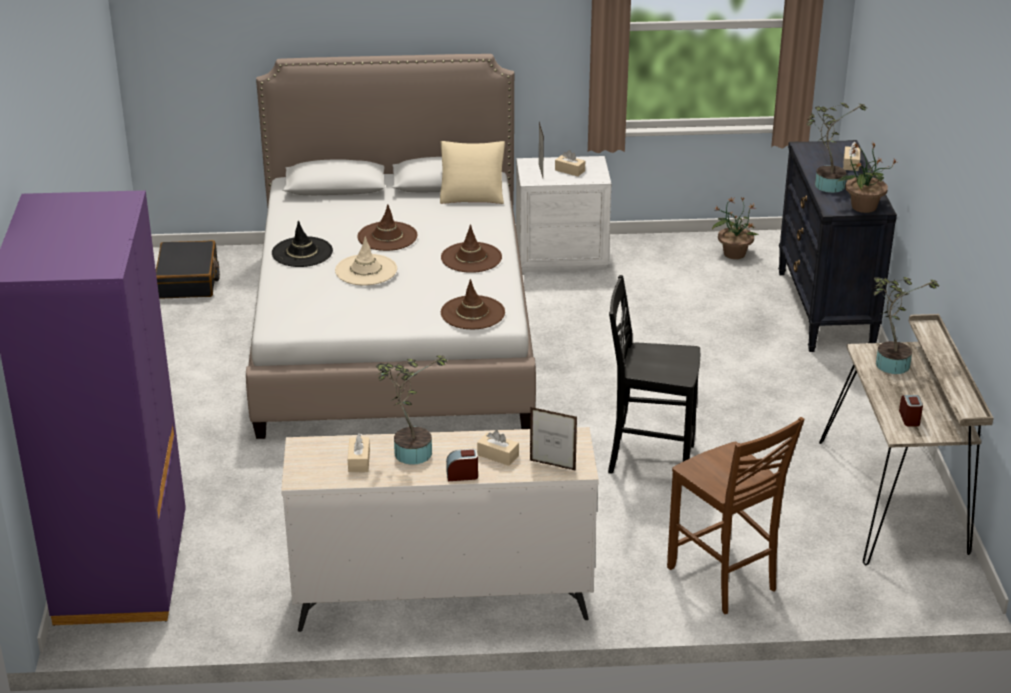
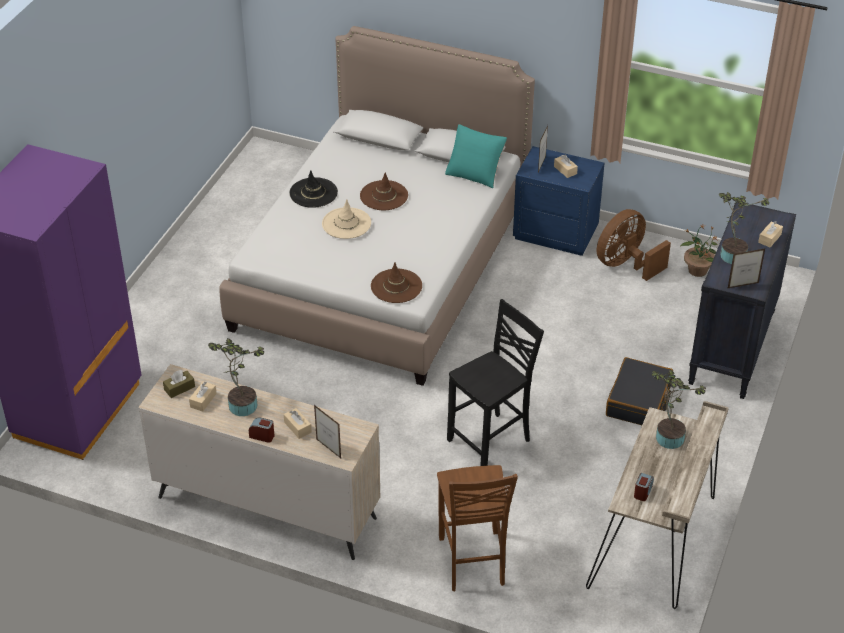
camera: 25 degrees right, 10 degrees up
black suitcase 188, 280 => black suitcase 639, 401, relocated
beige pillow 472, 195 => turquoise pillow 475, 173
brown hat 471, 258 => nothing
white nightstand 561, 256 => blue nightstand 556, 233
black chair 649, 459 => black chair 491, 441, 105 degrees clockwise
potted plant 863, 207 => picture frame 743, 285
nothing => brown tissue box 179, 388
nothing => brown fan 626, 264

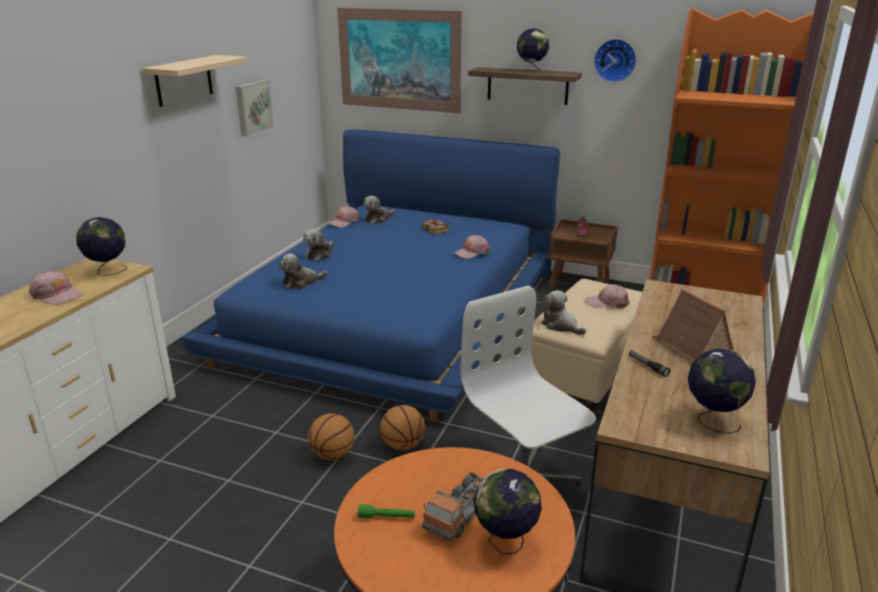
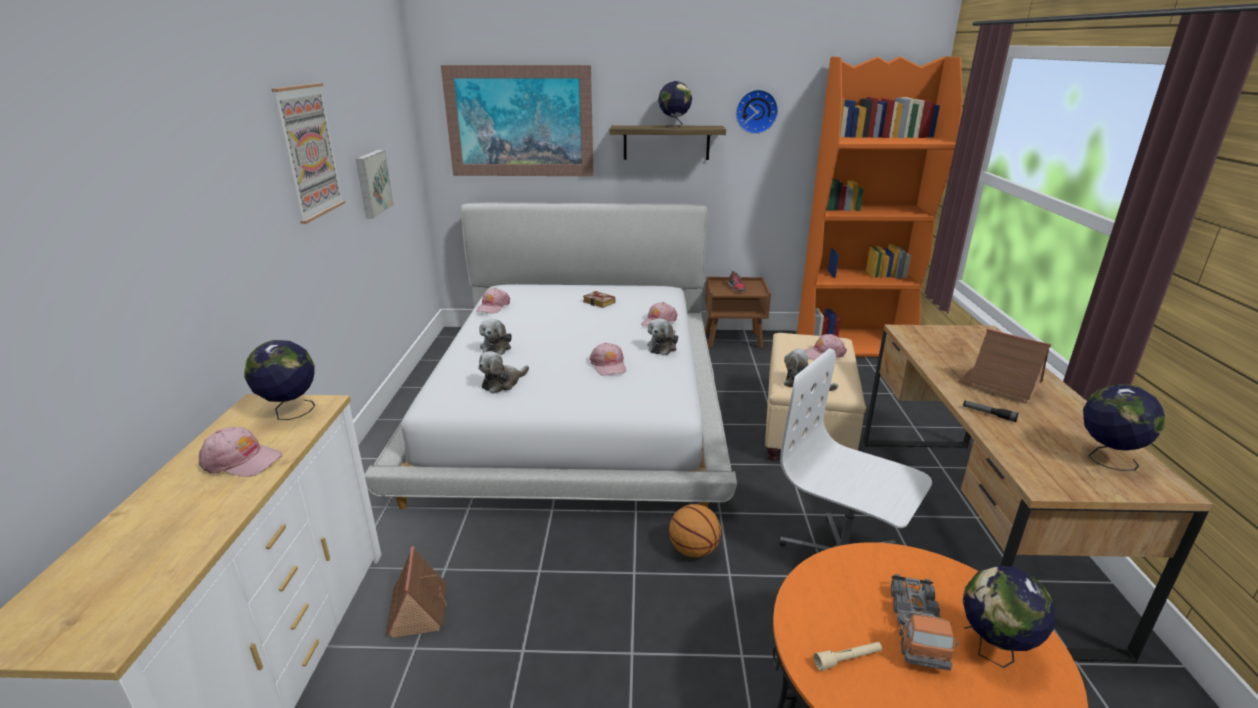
camera: 20 degrees left, 0 degrees up
beige shelf 184, 80 => picture 309, 151
blue bed 394, 313 => white bed 574, 400
basketball 332, 454 => nothing
green flashlight 386, 517 => beige flashlight 847, 659
plush toy 378, 219 => plush toy 663, 347, relocated
nothing => toy house 418, 609
nothing => pink cap 609, 365

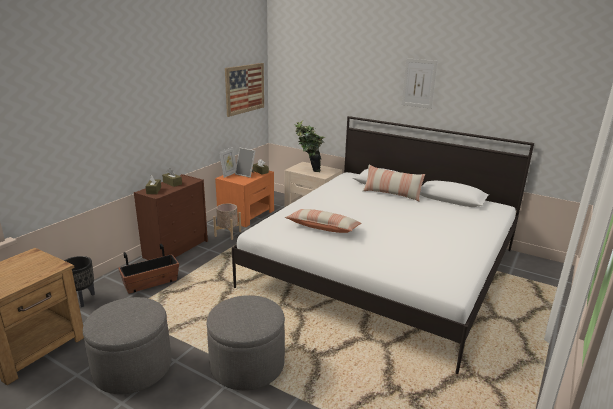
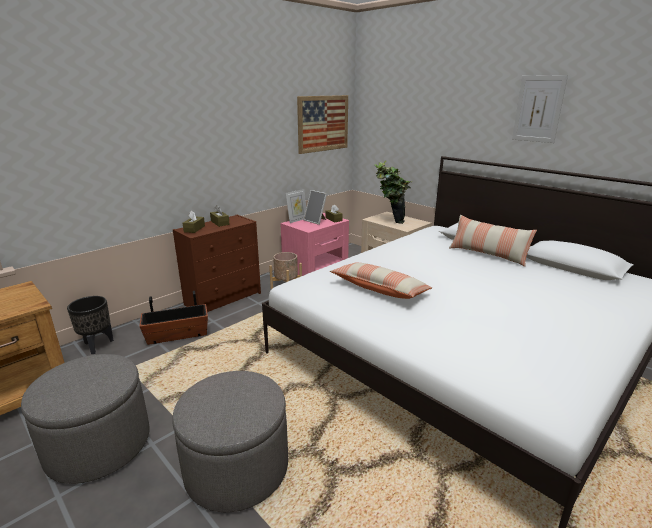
camera: 15 degrees right, 0 degrees up
orange nightstand 246, 214 => pink nightstand 316, 267

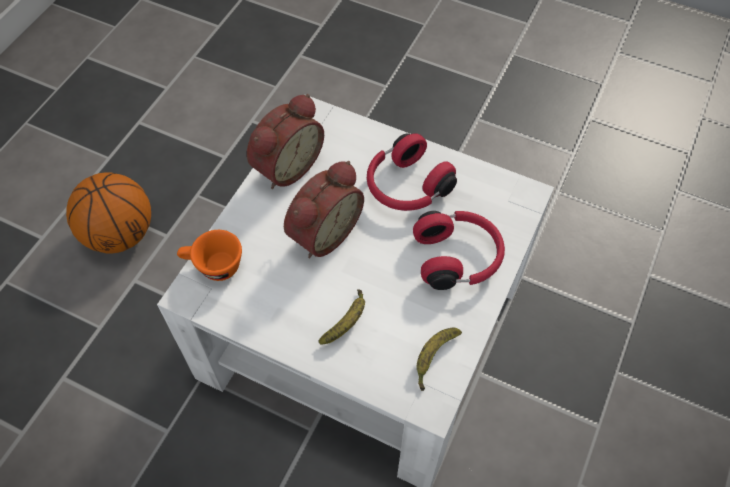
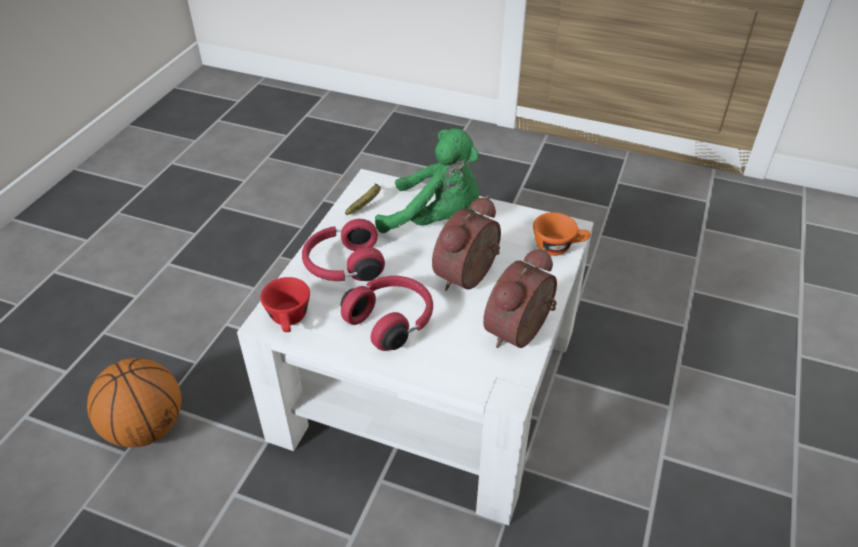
camera: 175 degrees right, 15 degrees down
basketball 120, 235 => basketball 146, 428, relocated
banana 347, 322 => green plush toy 436, 220
nothing => red cup 289, 320

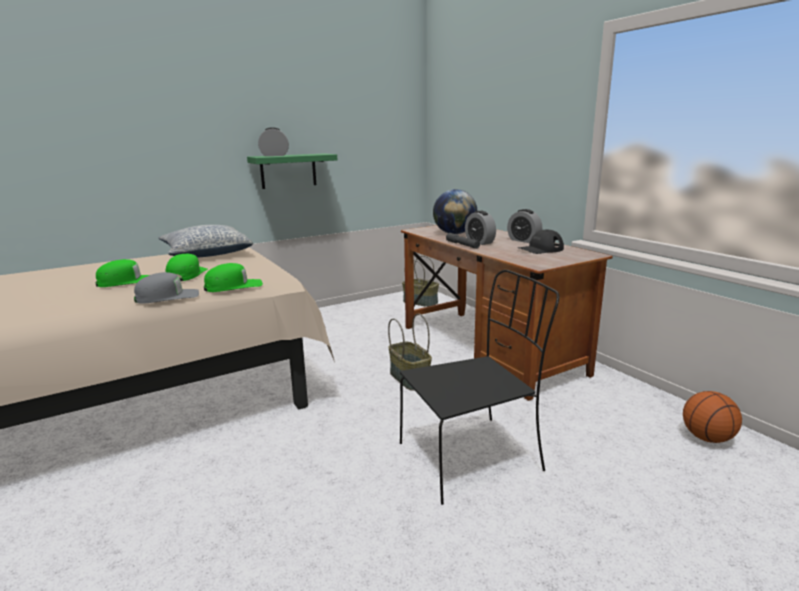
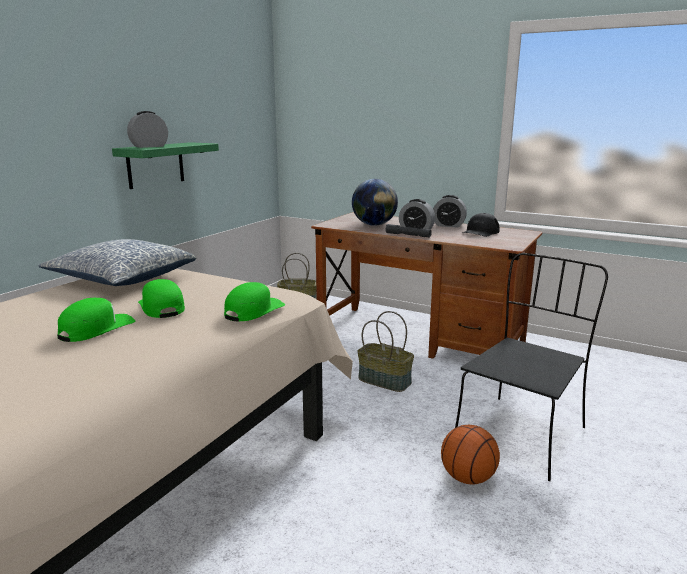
camera: 30 degrees left, 0 degrees up
grey cap 167, 297 => nothing
basketball 707, 438 => basketball 467, 478, relocated

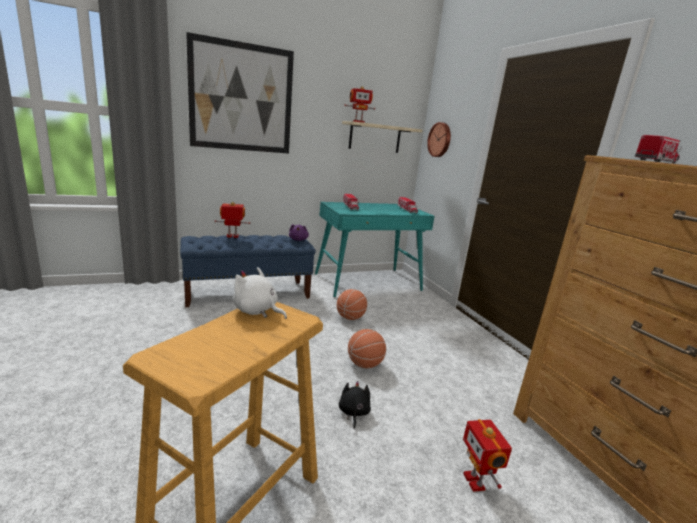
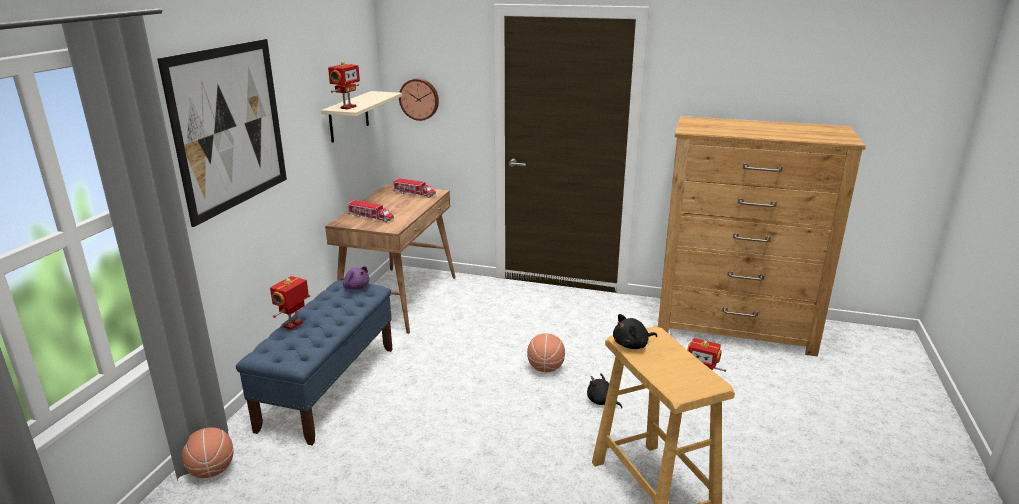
camera: 50 degrees left, 5 degrees up
white plush toy 257, 311 => black plush toy 632, 345
turquoise desk 368, 282 => brown desk 398, 298
basketball 350, 317 => basketball 212, 470, relocated
toy truck 656, 161 => nothing

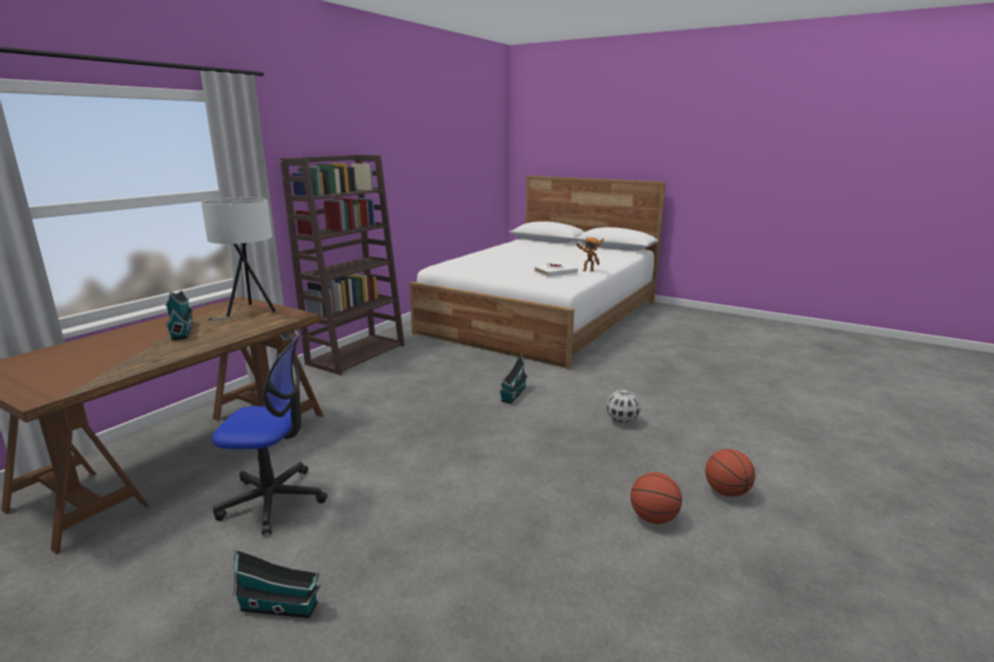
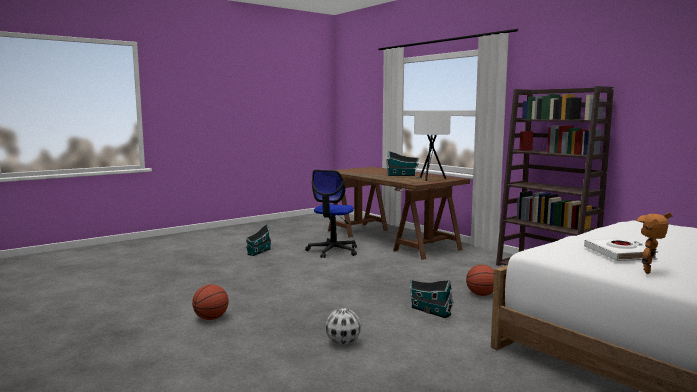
camera: 110 degrees right, 10 degrees down
basketball 727, 492 => basketball 481, 295, relocated

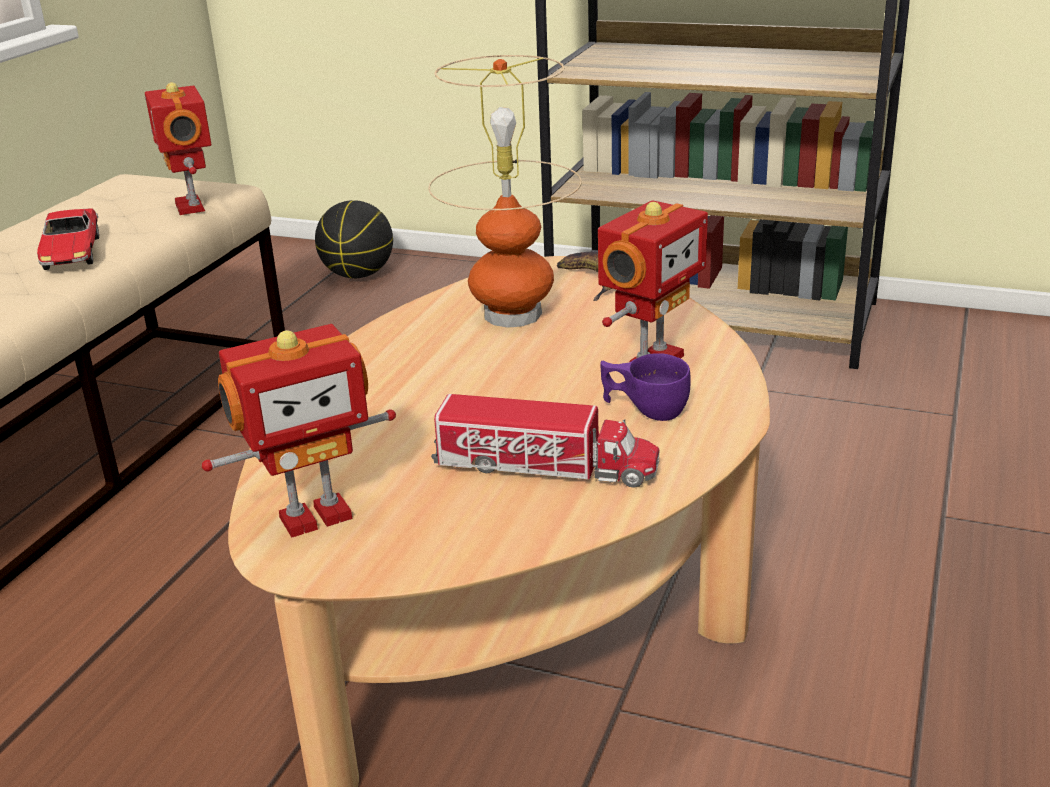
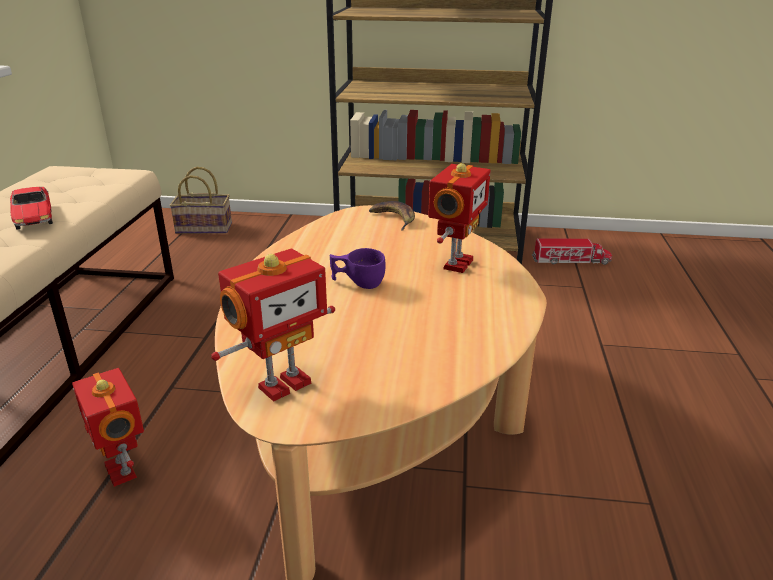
camera: 15 degrees left, 0 degrees up
toy robot 193, 206 => toy robot 123, 470, relocated
basketball 358, 275 => basket 205, 228
table lamp 513, 314 => nothing
toy truck 545, 467 => toy truck 570, 261, relocated
purple cup 645, 409 => purple cup 358, 283, relocated

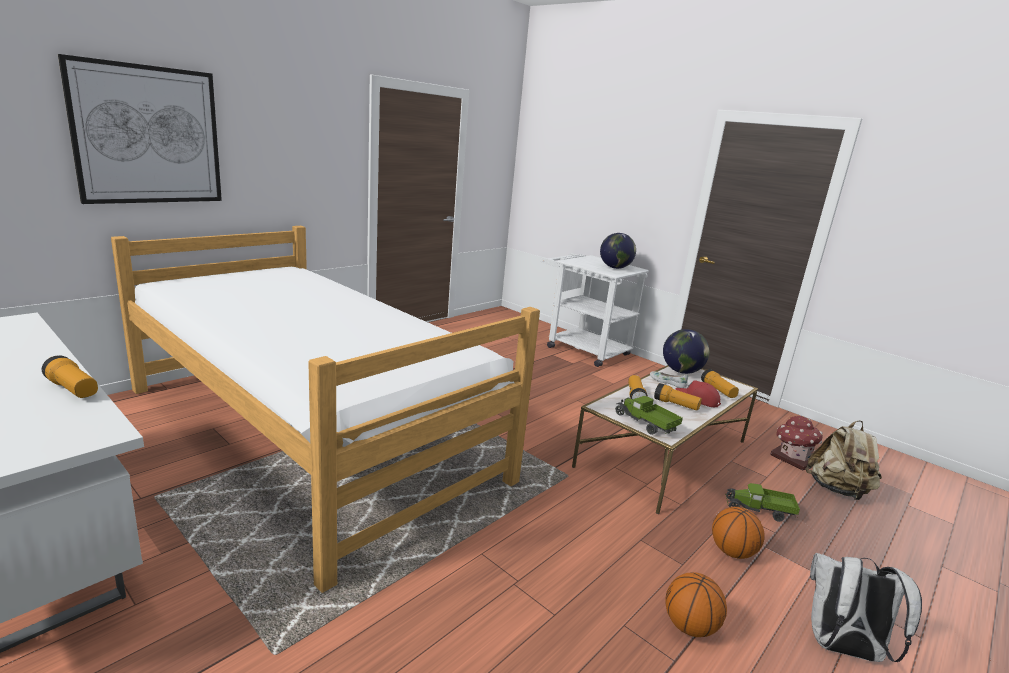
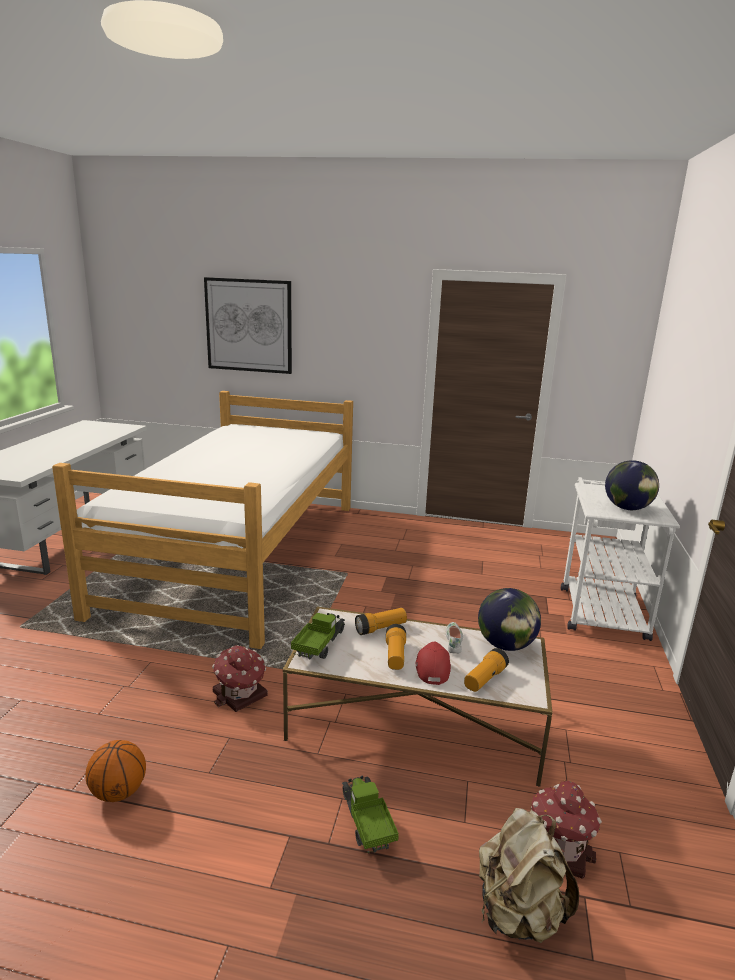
camera: 60 degrees right, 0 degrees up
flashlight 73, 389 => nothing
basketball 732, 552 => nothing
white backpack 841, 648 => nothing
nothing => toy house 240, 695

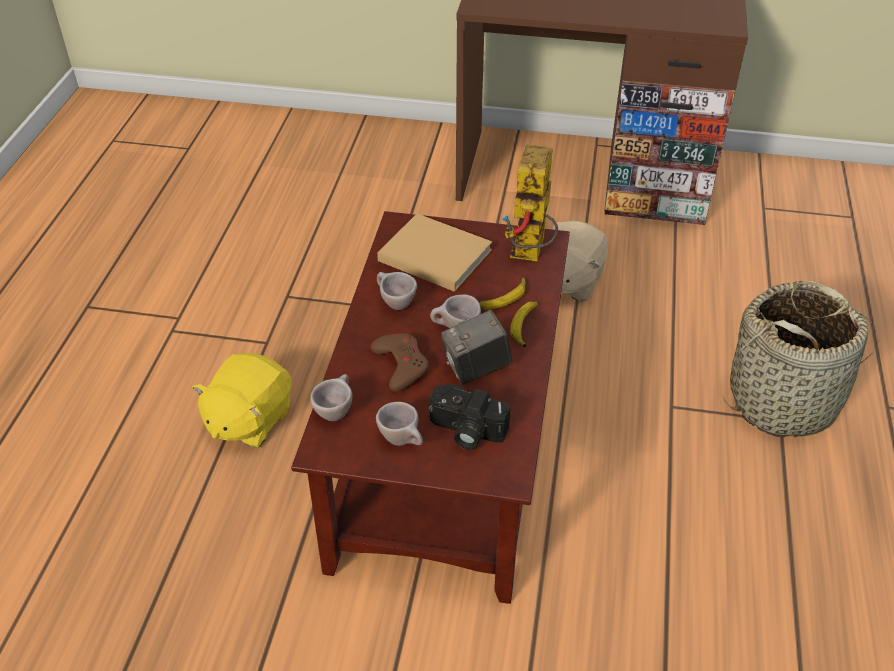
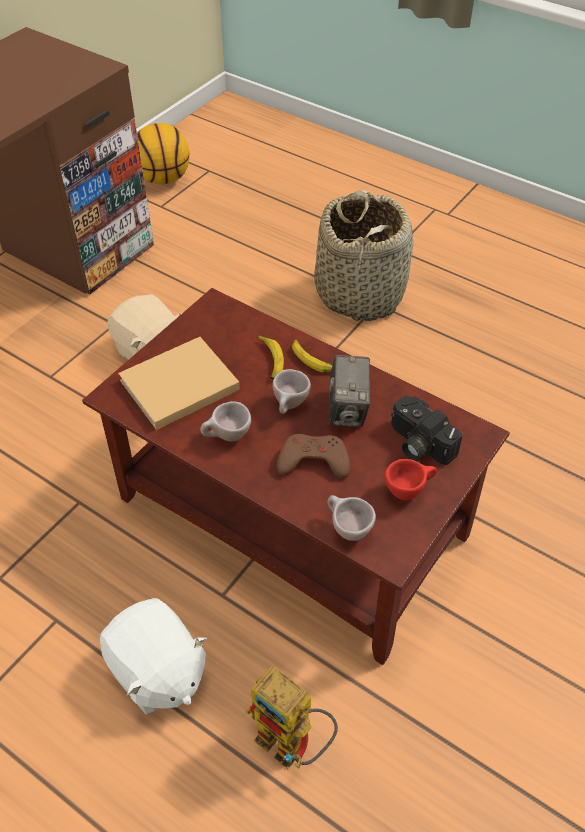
camera: 65 degrees left, 5 degrees up
yellow plush toy 249, 420 => white plush toy 157, 671
beige cup 403, 441 => red cup 408, 491
photo camera 465, 431 => photo camera 417, 444, 90 degrees clockwise
toy robot 530, 254 => toy robot 293, 745, relocated
nothing => basketball 164, 178

